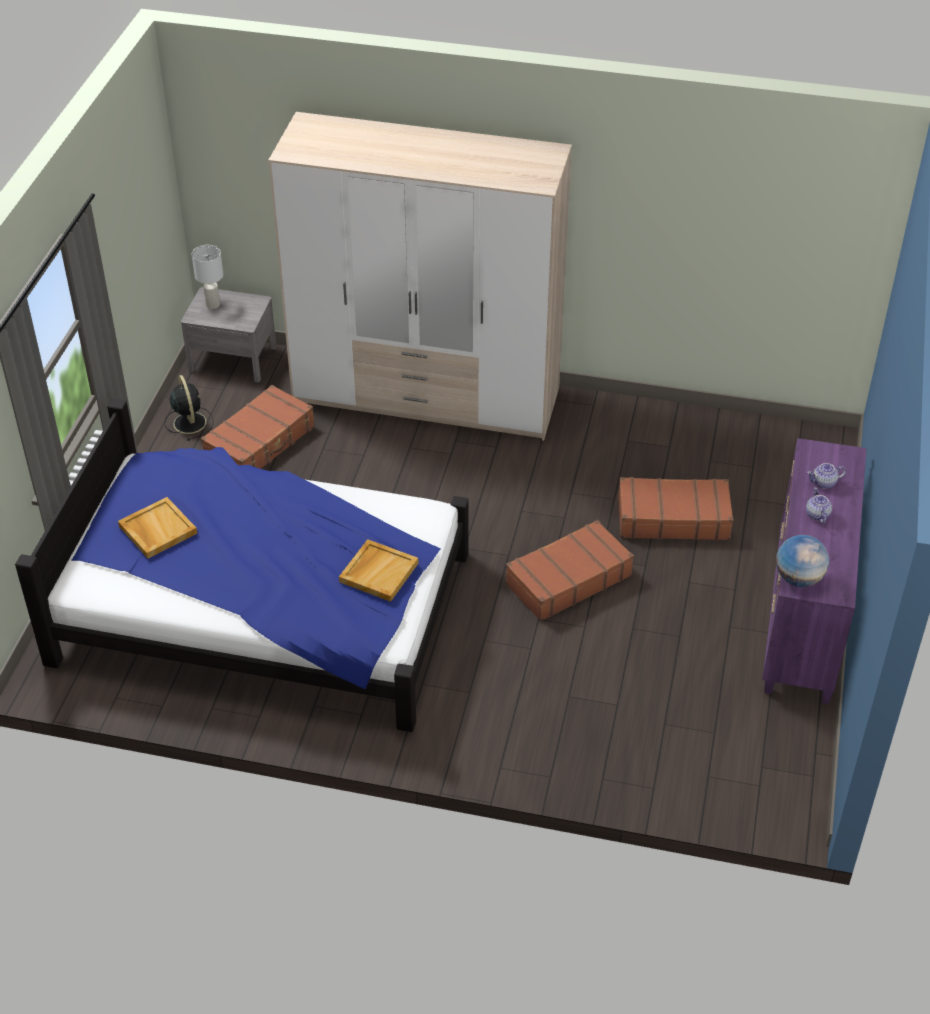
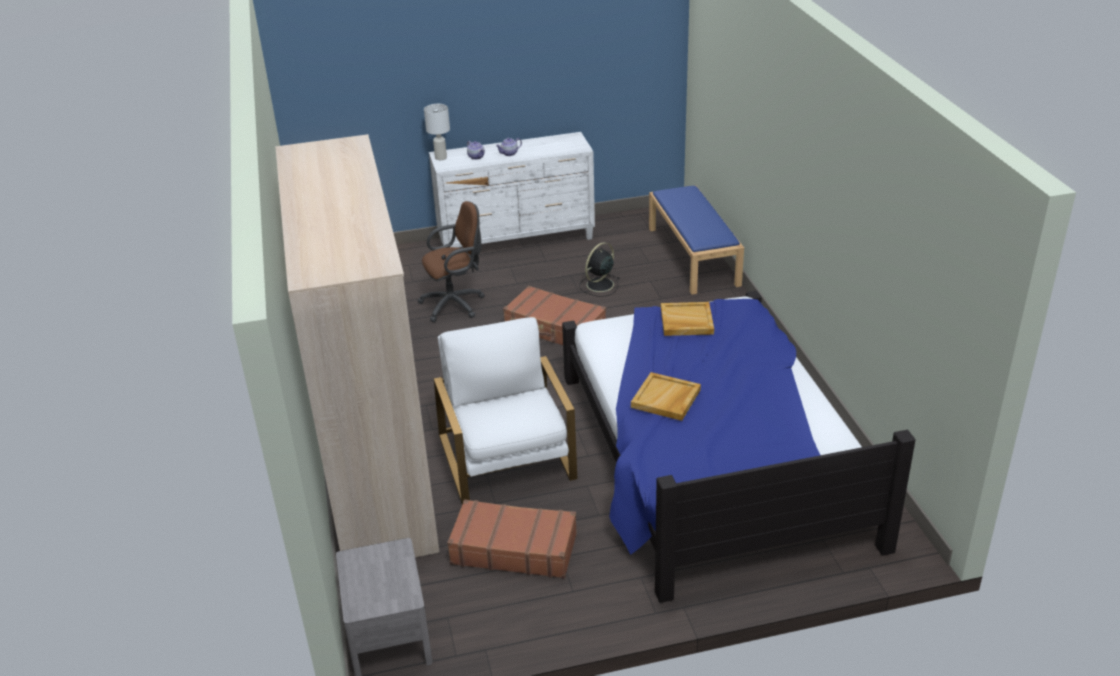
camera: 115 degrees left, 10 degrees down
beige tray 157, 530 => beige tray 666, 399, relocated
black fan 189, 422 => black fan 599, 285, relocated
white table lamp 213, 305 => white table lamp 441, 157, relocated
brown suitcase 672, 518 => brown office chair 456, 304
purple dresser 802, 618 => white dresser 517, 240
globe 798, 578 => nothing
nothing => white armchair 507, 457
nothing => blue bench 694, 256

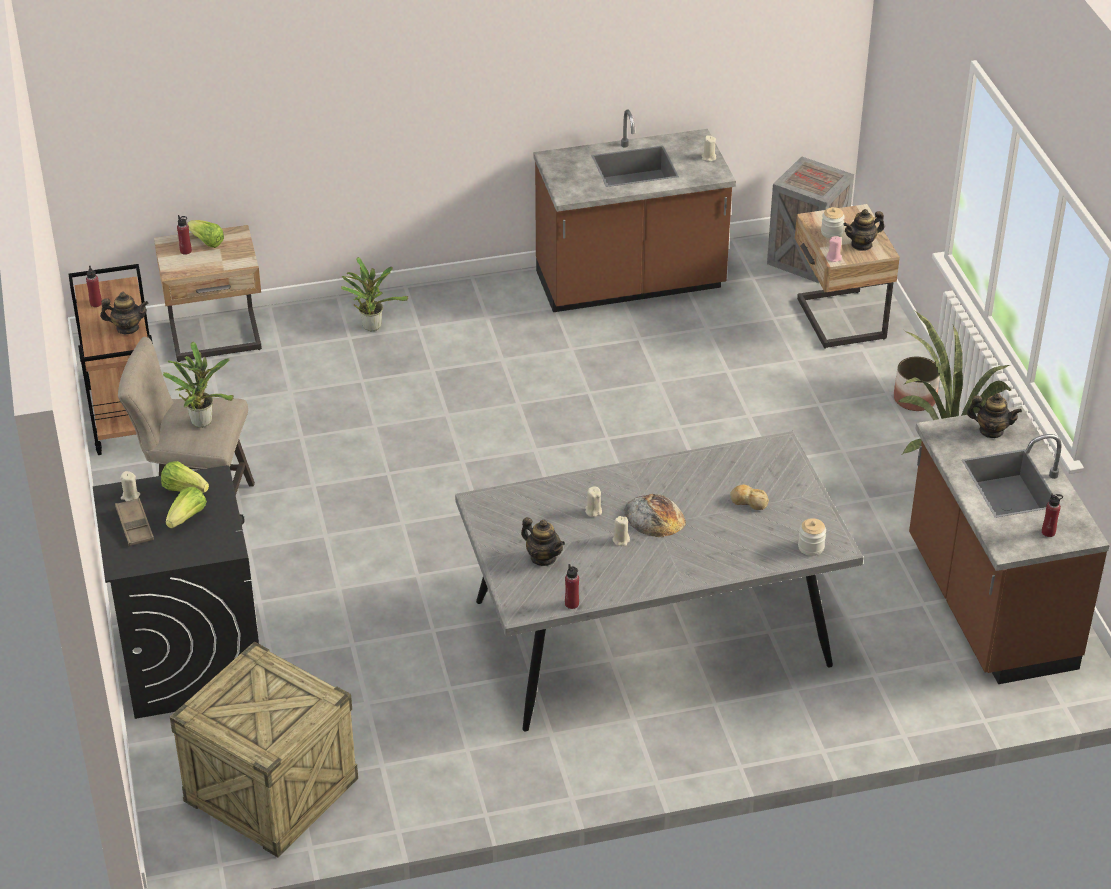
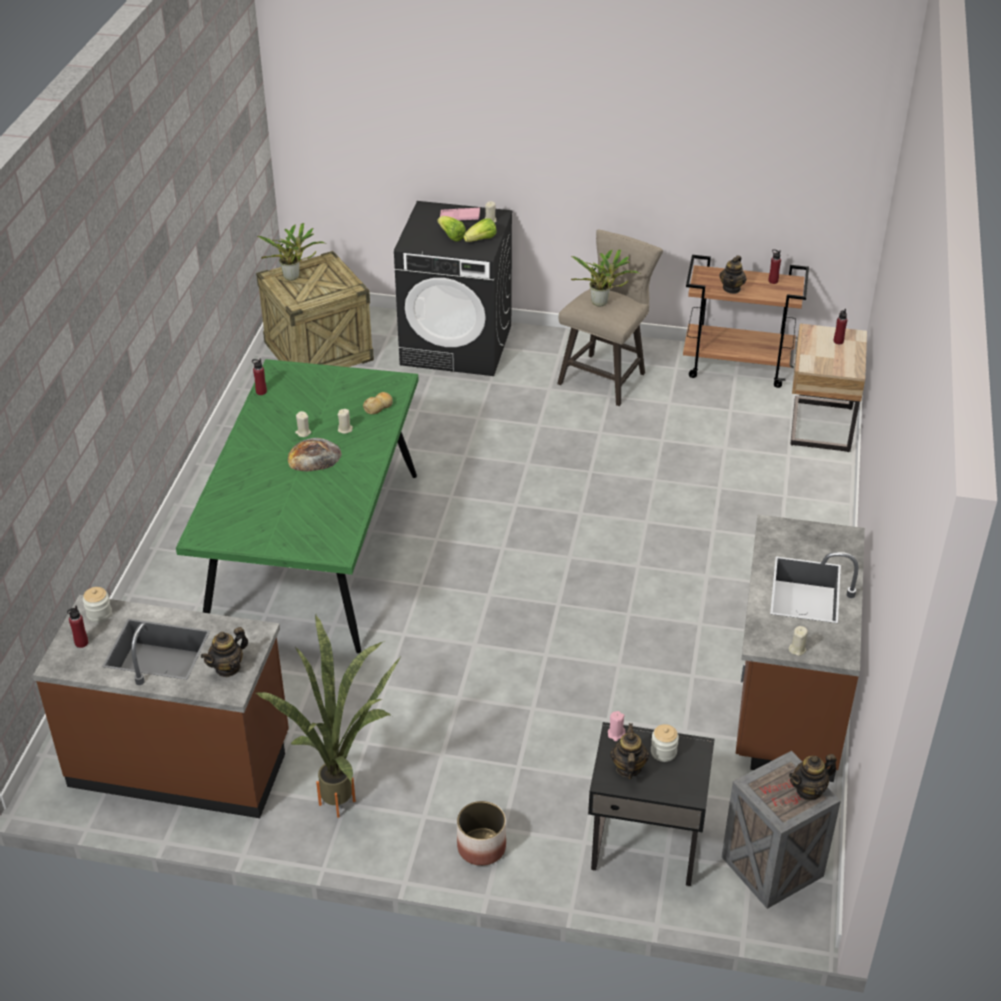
camera: 115 degrees right, 0 degrees up
brown tray 135, 525 => pink tray 460, 217
lettuce 206, 242 => nothing
potted plant 371, 325 => potted plant 294, 277, relocated
grey dining table 650, 634 => green dining table 314, 549
teapot 543, 557 => teapot 809, 790, relocated
bread 748, 501 => bread 379, 407, relocated
beige nightstand 838, 320 => black nightstand 645, 843
jar 811, 547 => jar 99, 614, relocated

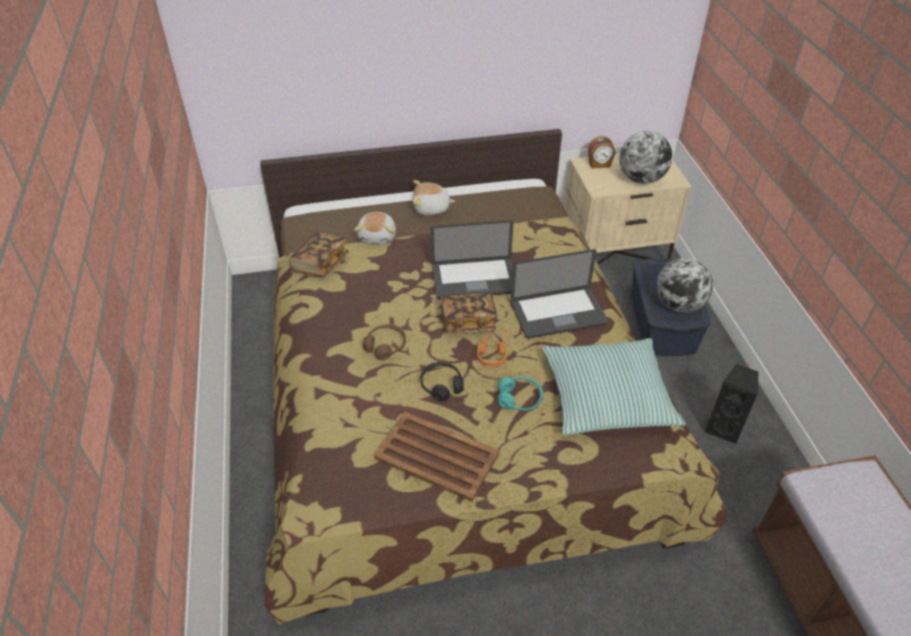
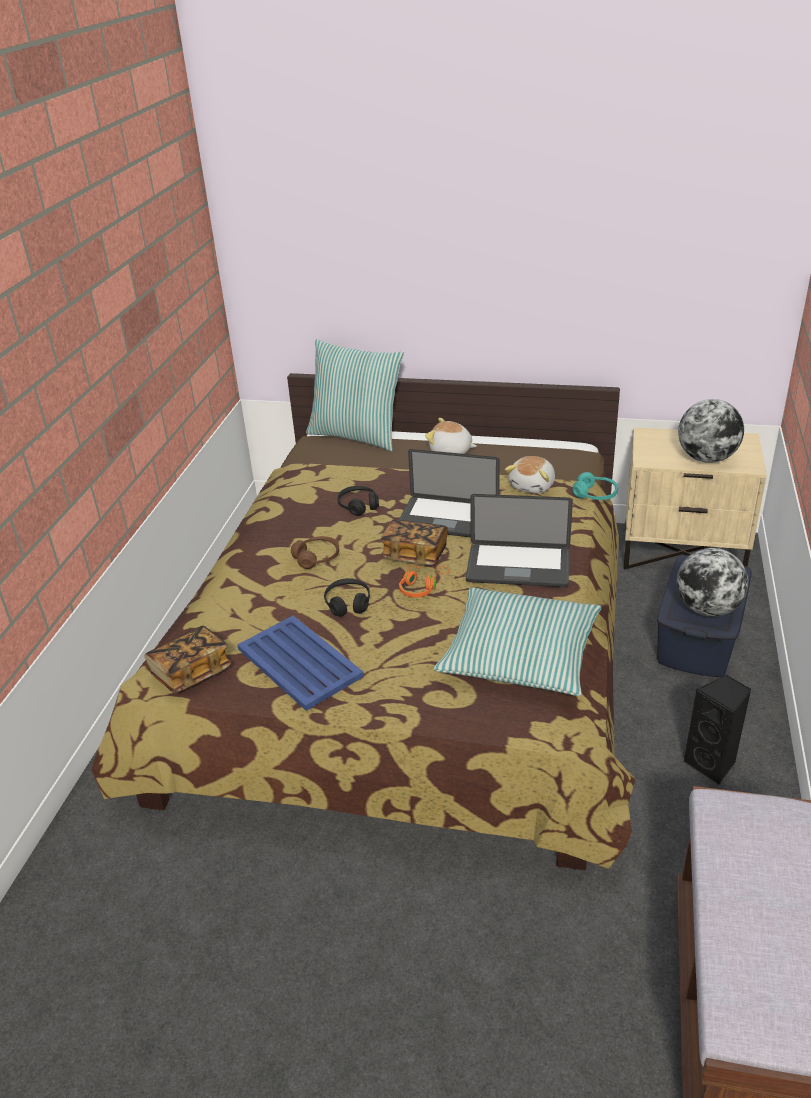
camera: 25 degrees right, 10 degrees down
book 320, 264 => book 191, 672, relocated
plush toy 378, 237 => plush toy 533, 486, relocated
brown tray 436, 455 => blue tray 299, 662
turquoise headphones 519, 399 => turquoise headphones 595, 495, relocated
alarm clock 599, 164 => nothing
nothing => pillow 356, 435
nothing => black headphones 358, 506

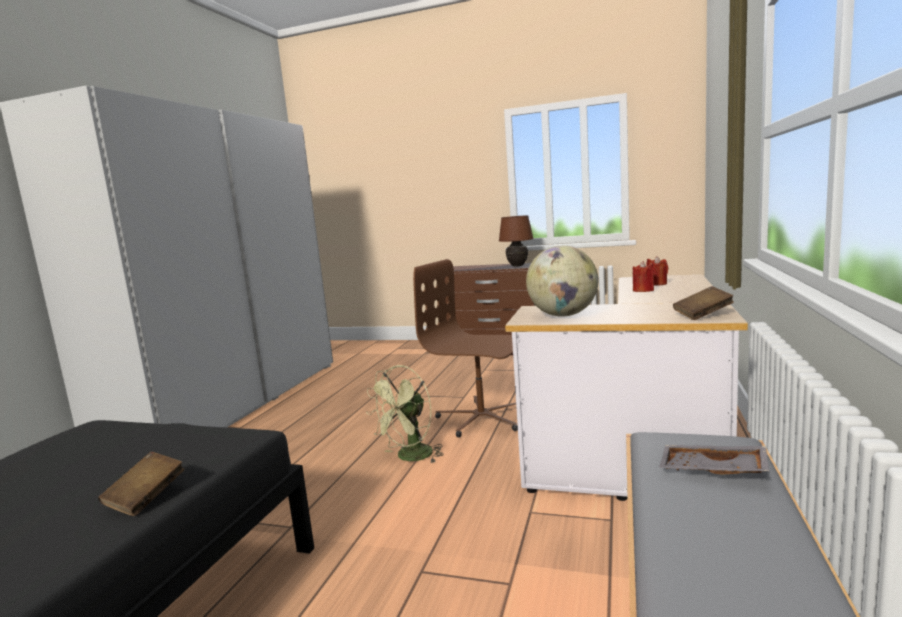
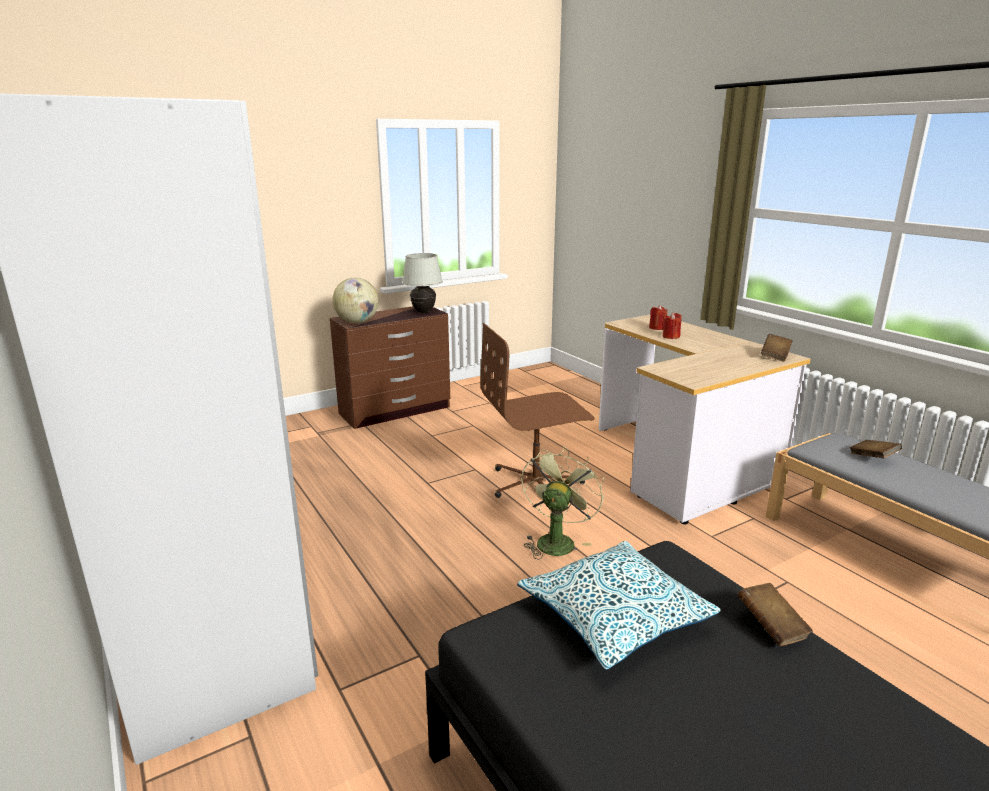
camera: 50 degrees left, 10 degrees up
green fan 410, 457 => green fan 556, 540, 150 degrees counterclockwise
brown table lamp 517, 266 => white table lamp 423, 312
globe 563, 315 => globe 357, 322, relocated
grey tray 712, 471 => brown book 873, 458
nothing => pillow 615, 616

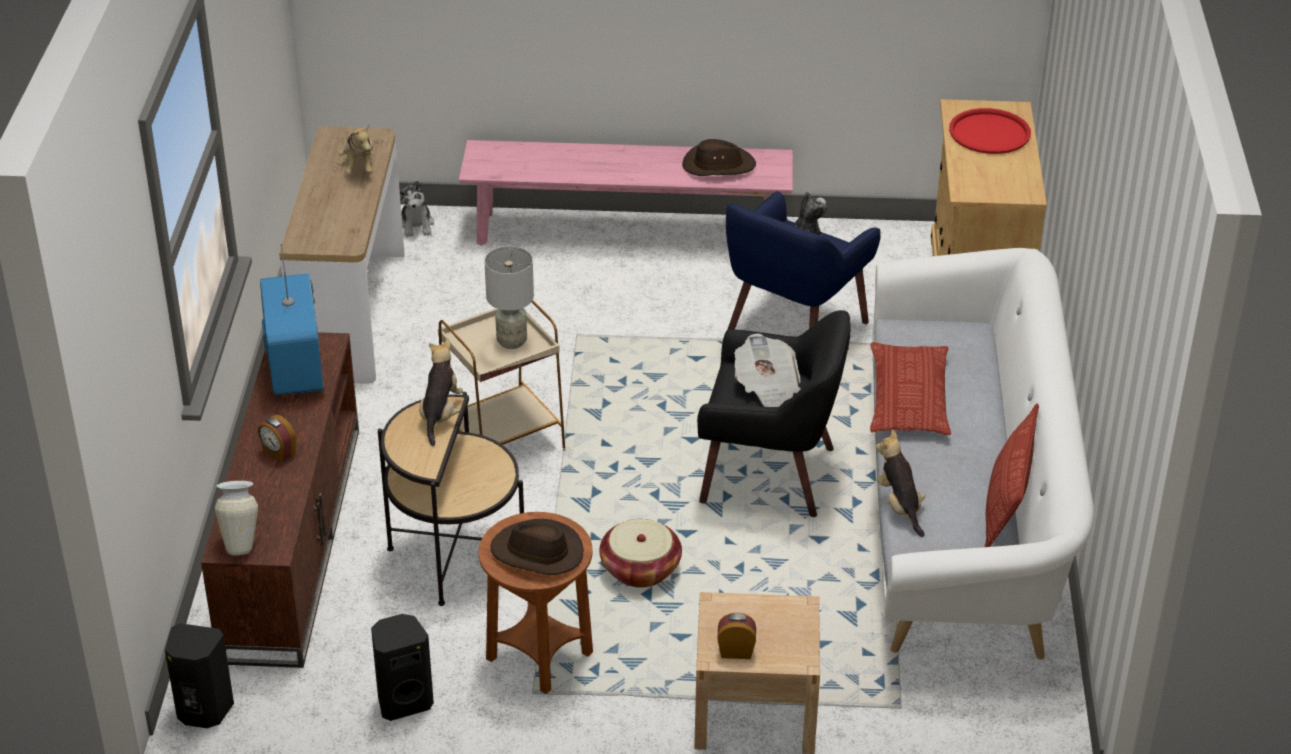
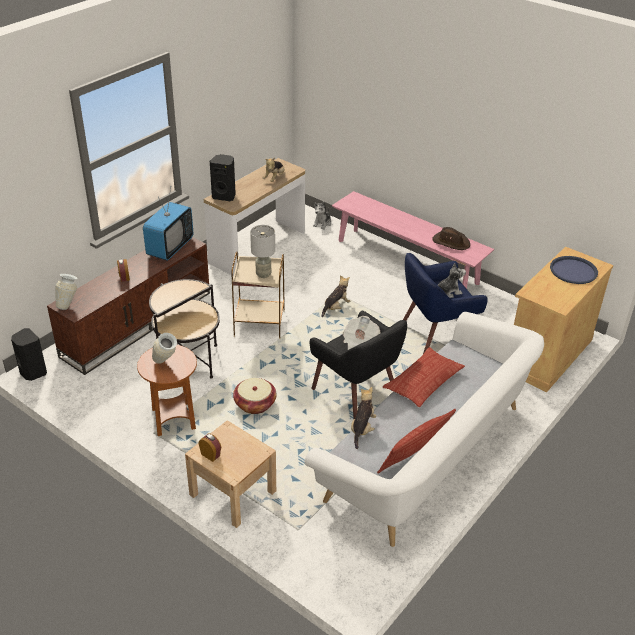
camera: 35 degrees right, 0 degrees up
black speaker 403, 701 => black speaker 224, 196, relocated
plush toy 440, 415 => plush toy 335, 307, relocated
brown hat 537, 553 => vase 165, 365
red tray 989, 133 => blue tray 573, 271

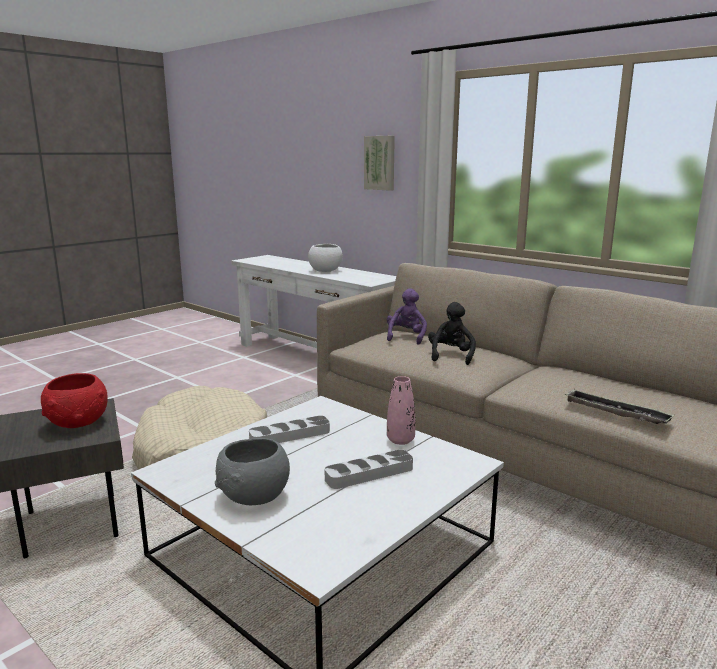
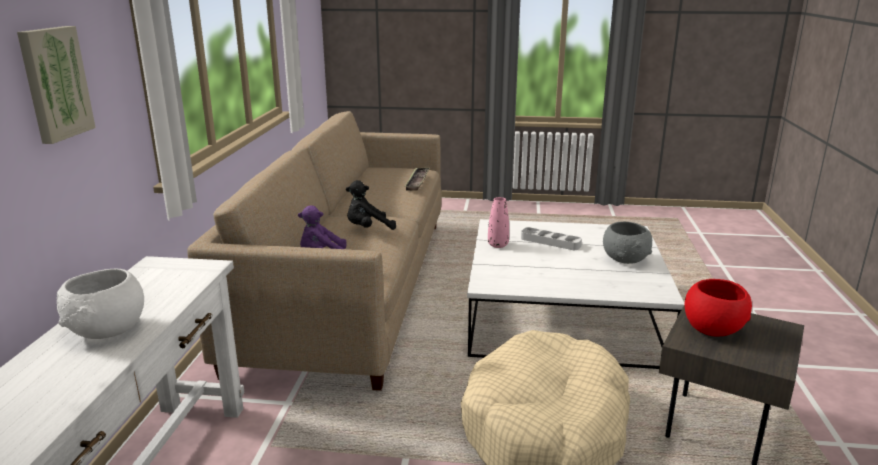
camera: 125 degrees left, 5 degrees up
grey tray 290, 435 => nothing

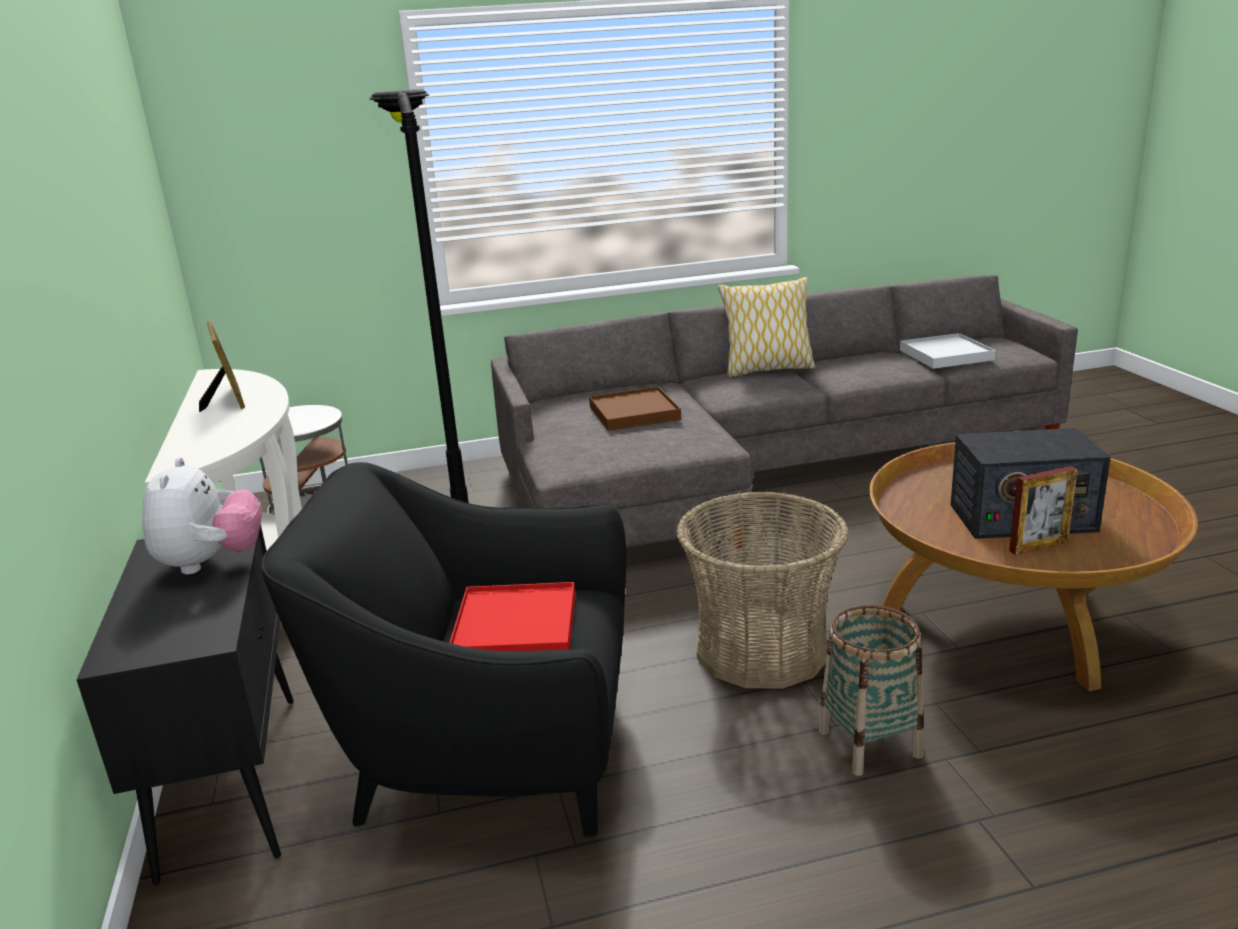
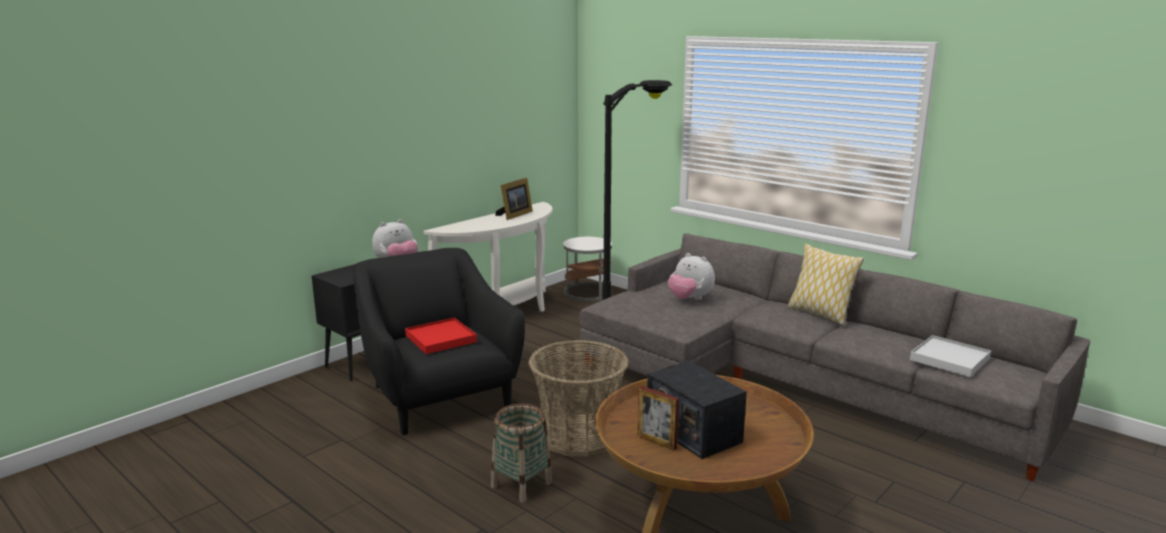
camera: 55 degrees right, 5 degrees down
brown tray 634, 413 => plush toy 690, 299

